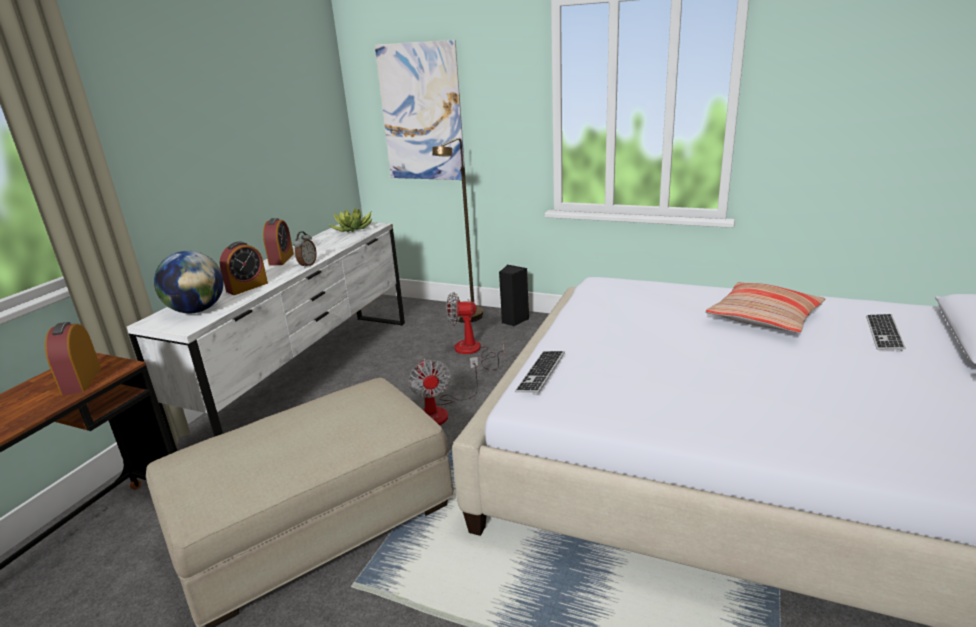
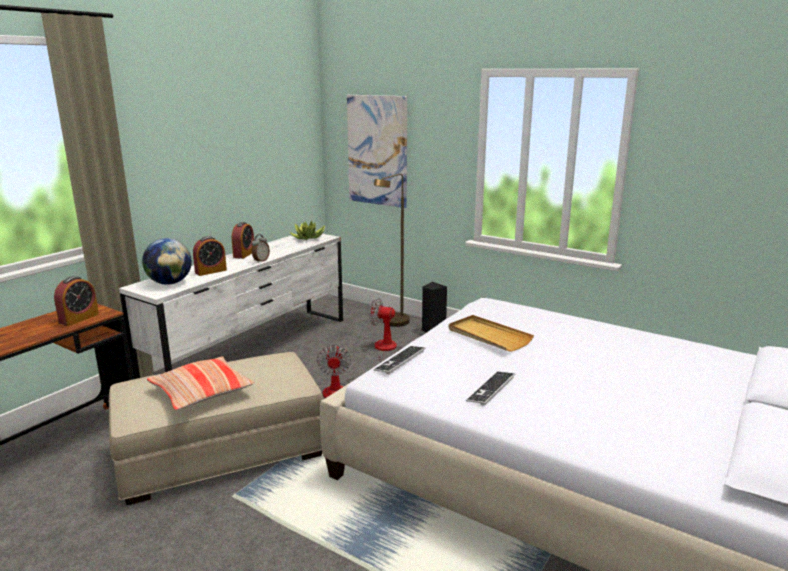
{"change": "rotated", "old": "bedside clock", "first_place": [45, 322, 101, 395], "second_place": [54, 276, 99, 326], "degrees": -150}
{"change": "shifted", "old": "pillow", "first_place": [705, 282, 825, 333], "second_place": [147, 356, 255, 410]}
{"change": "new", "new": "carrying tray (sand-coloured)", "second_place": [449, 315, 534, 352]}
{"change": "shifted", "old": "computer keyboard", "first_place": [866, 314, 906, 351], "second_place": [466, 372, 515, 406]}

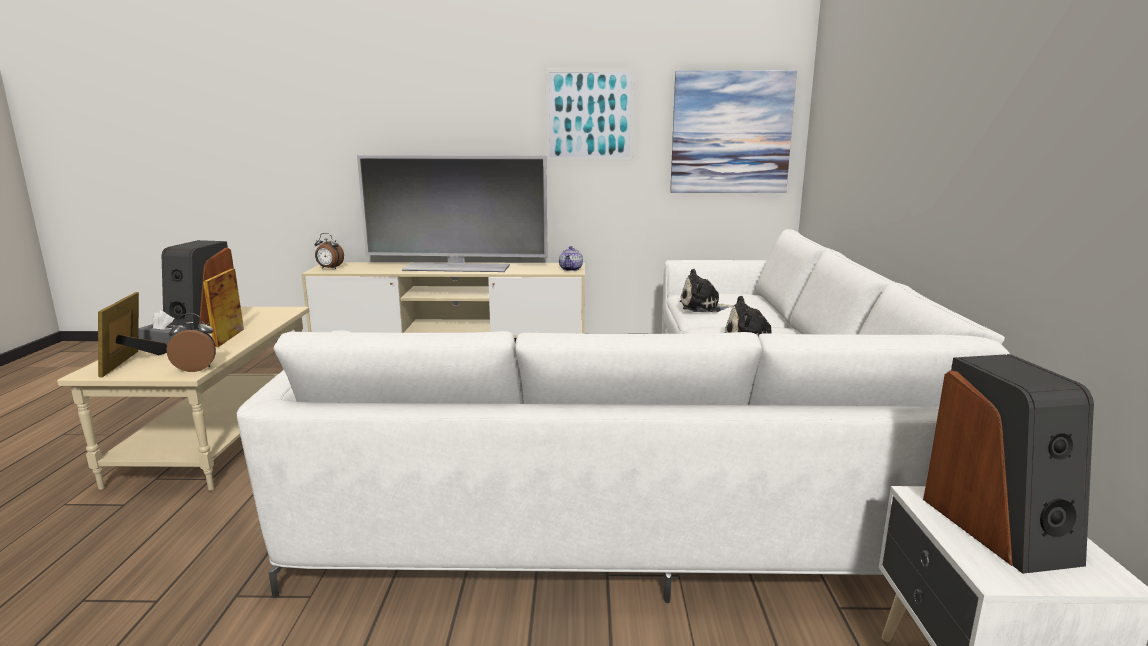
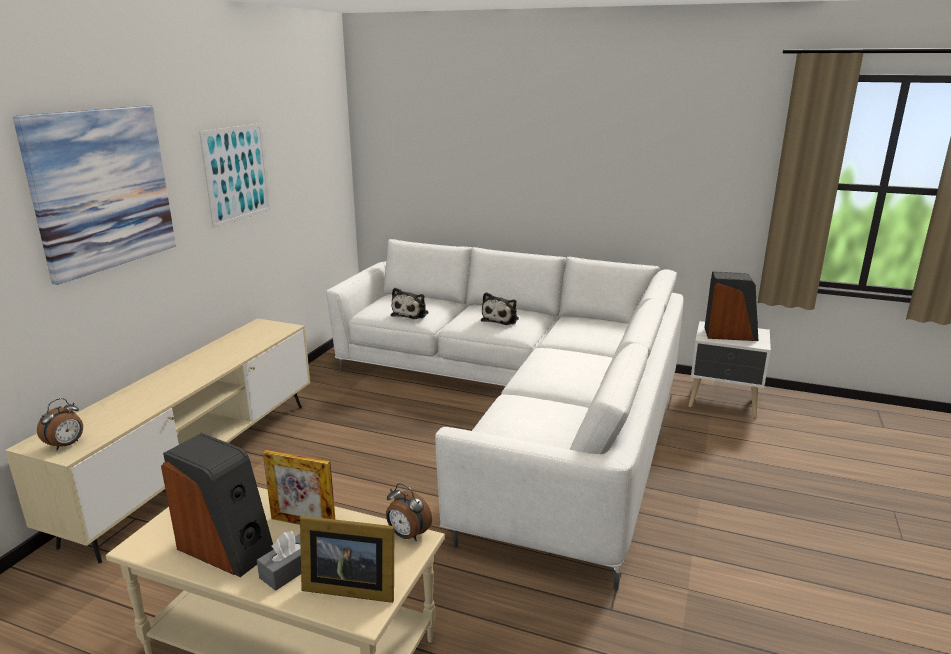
{"change": "shifted", "old": "picture", "first_place": [670, 70, 797, 193], "second_place": [13, 106, 176, 285]}
{"change": "rotated", "old": "bedside clock", "first_place": [167, 313, 216, 372], "second_place": [386, 483, 432, 541], "degrees": -60}
{"change": "gone", "old": "TV", "first_place": [357, 155, 548, 272]}
{"change": "gone", "old": "pot for tea", "first_place": [559, 246, 583, 271]}

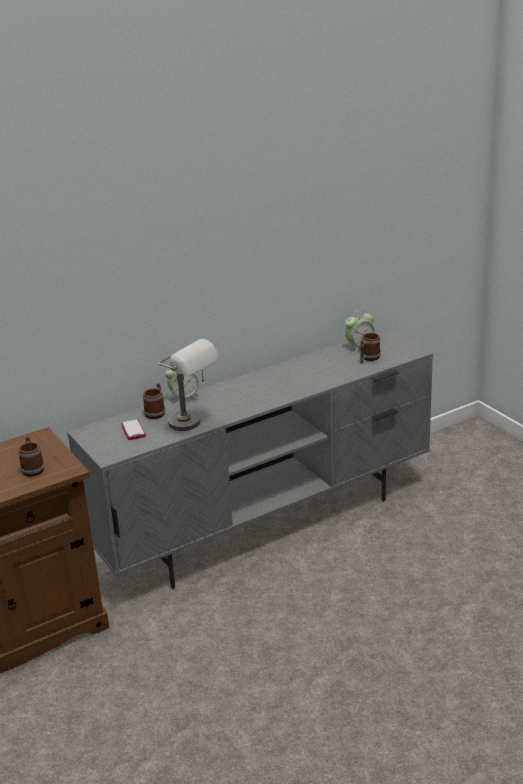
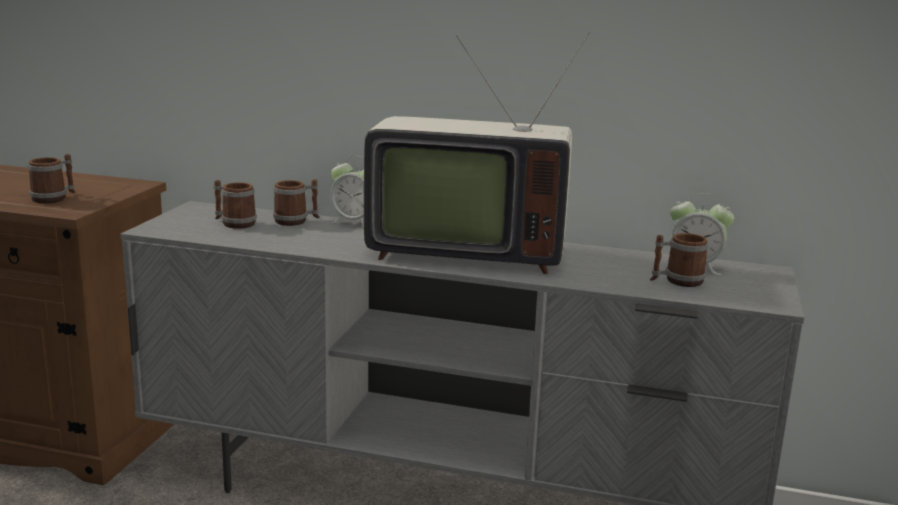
{"change": "swapped", "old": "telephone", "new": "mug", "first_place": [121, 419, 146, 440], "second_place": [214, 180, 257, 229]}
{"change": "new", "new": "TV", "second_place": [364, 32, 590, 274]}
{"change": "gone", "old": "lamp for a table (grey)", "first_place": [158, 339, 219, 431]}

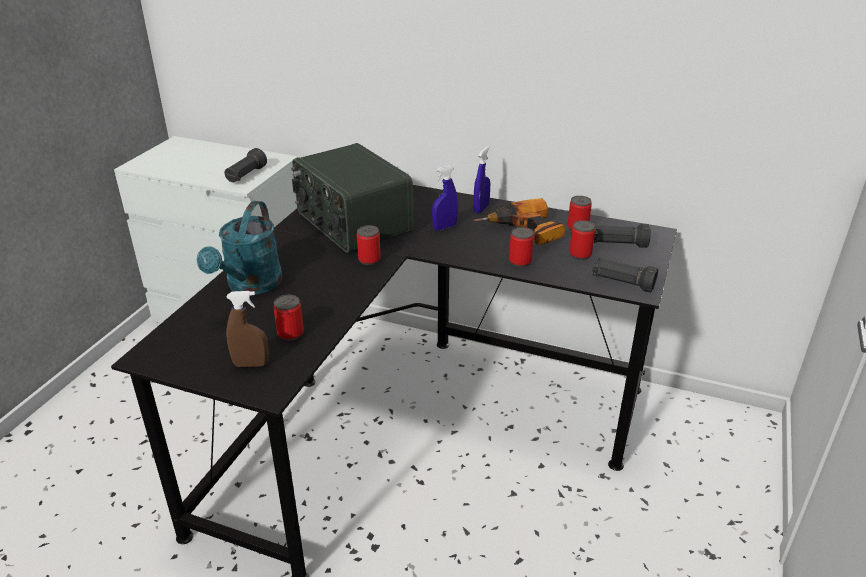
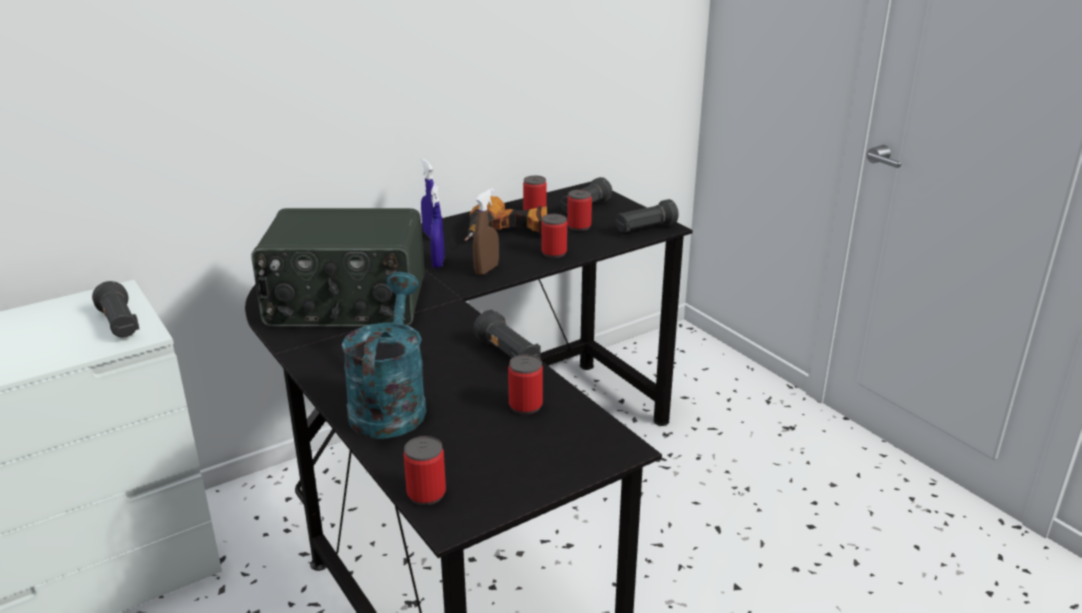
{"change": "rotated", "old": "watering pot (turquoise-coloured)", "first_place": [197, 201, 282, 295], "second_place": [342, 272, 426, 439], "degrees": -135}
{"change": "shifted", "old": "metal can", "first_place": [356, 225, 381, 265], "second_place": [404, 436, 446, 505]}
{"change": "shifted", "old": "spray bottle (brown-coloured)", "first_place": [226, 291, 269, 367], "second_place": [473, 188, 499, 275]}
{"change": "new", "new": "hand torch (black)", "second_place": [473, 310, 540, 358]}

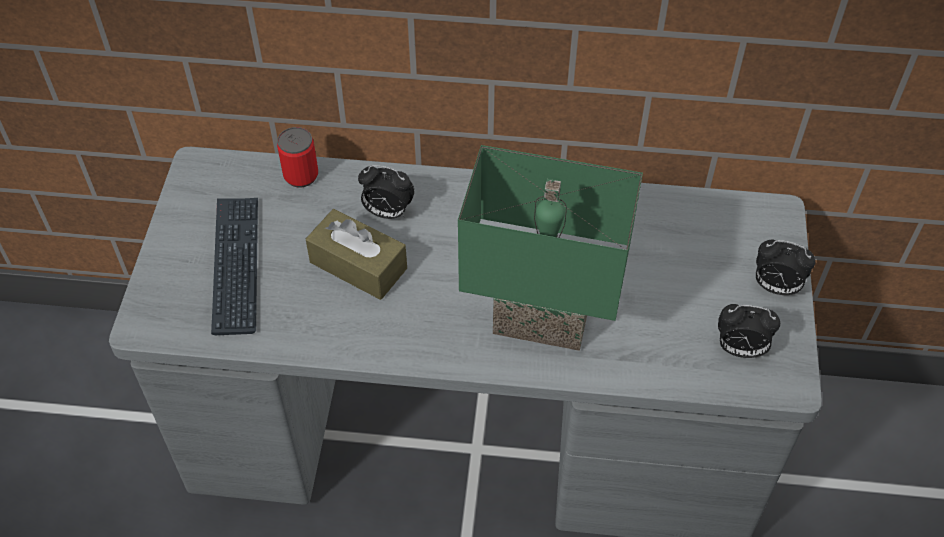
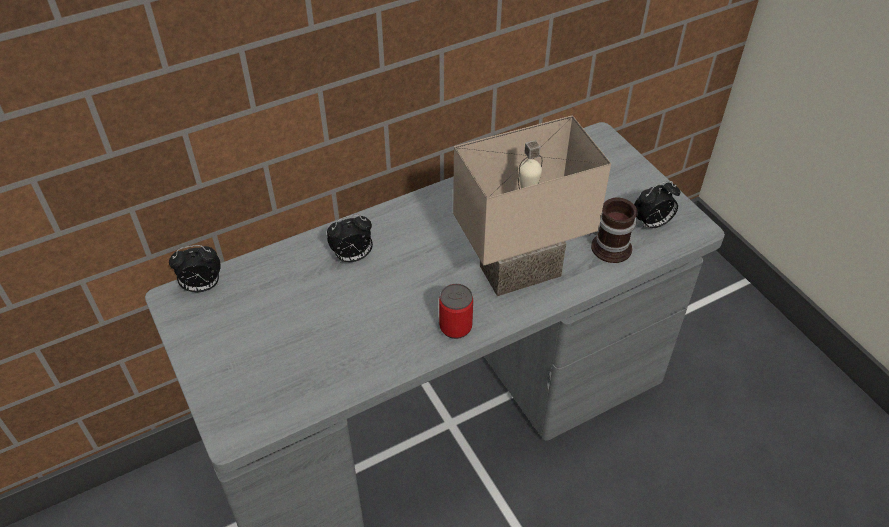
{"change": "shifted", "old": "bedside clock", "first_place": [756, 240, 815, 295], "second_place": [169, 245, 221, 292]}
{"change": "shifted", "old": "metal can", "first_place": [277, 127, 318, 187], "second_place": [439, 284, 473, 339]}
{"change": "repainted", "old": "lamp for a table (greenish)", "new": "lamp for a table (sand-coloured)", "first_place": [458, 145, 643, 351], "second_place": [453, 115, 611, 296]}
{"change": "new", "new": "mug", "second_place": [587, 197, 638, 263]}
{"change": "gone", "old": "computer keyboard", "first_place": [211, 198, 258, 335]}
{"change": "gone", "old": "tissue holder (brown-coloured)", "first_place": [306, 209, 407, 300]}

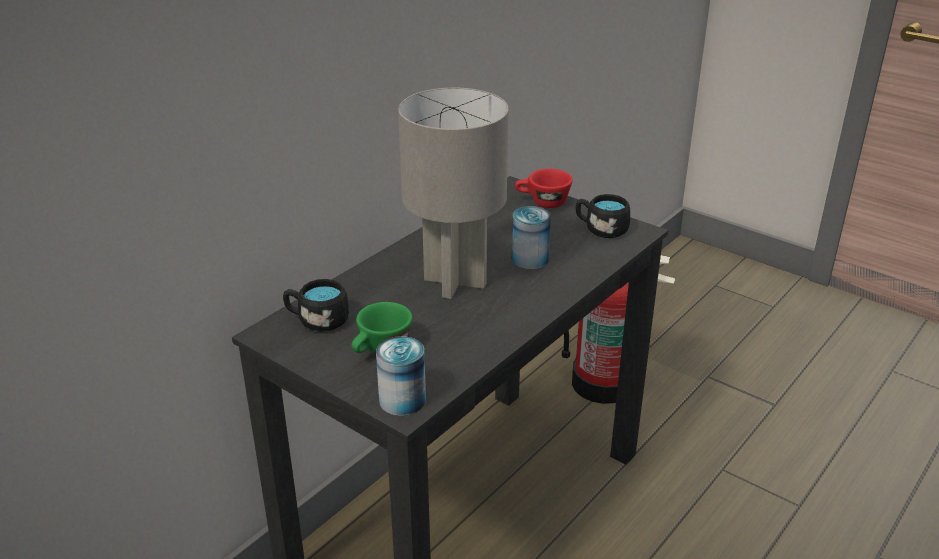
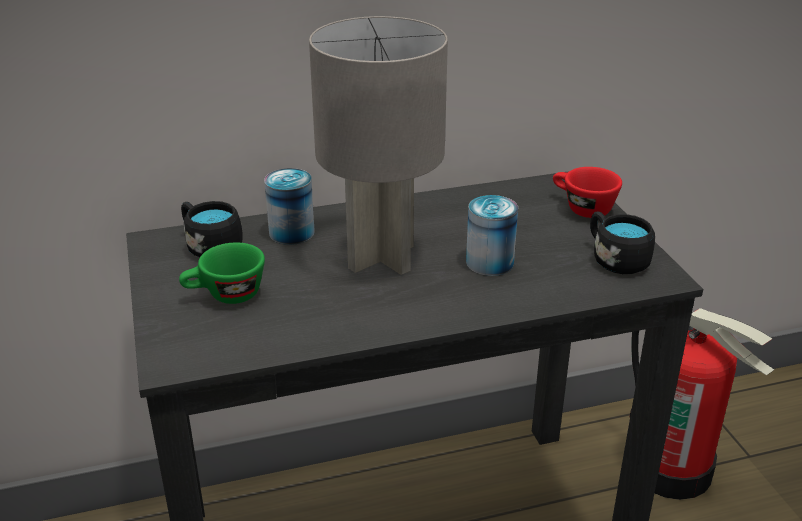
{"change": "shifted", "old": "metal can", "first_place": [376, 336, 426, 416], "second_place": [264, 168, 315, 245]}

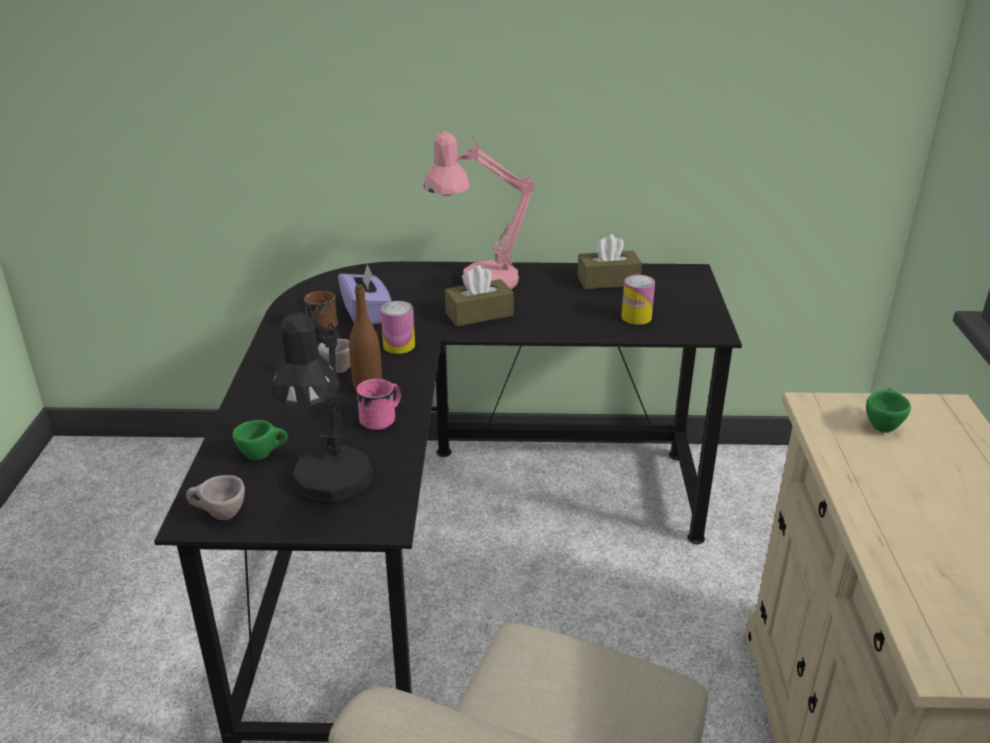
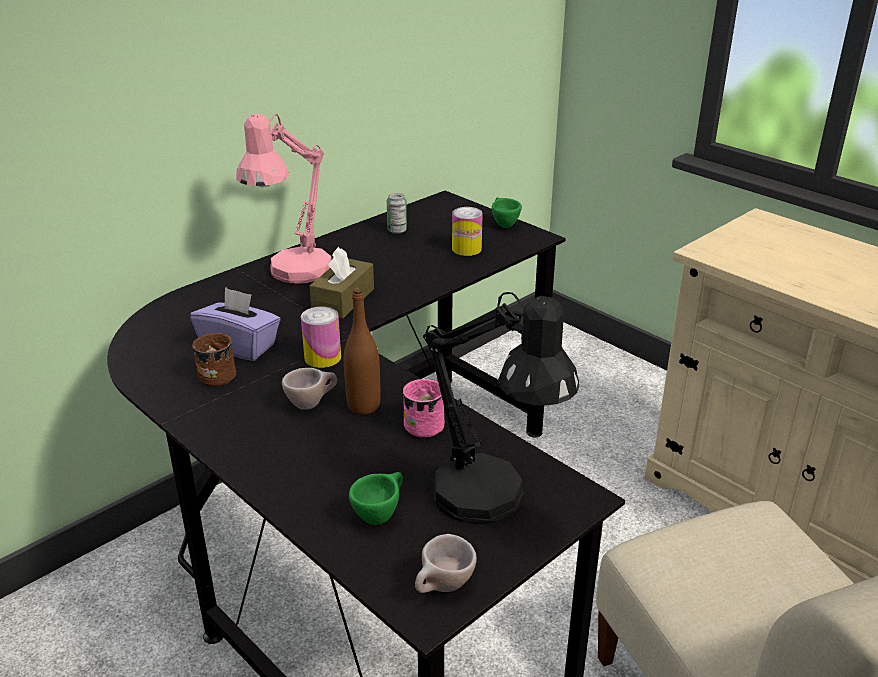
{"change": "swapped", "old": "tissue holder (brown-coloured)", "new": "metal can", "first_place": [577, 234, 642, 289], "second_place": [387, 193, 407, 234]}
{"change": "shifted", "old": "cup (greenish)", "first_place": [866, 388, 911, 432], "second_place": [492, 197, 522, 228]}

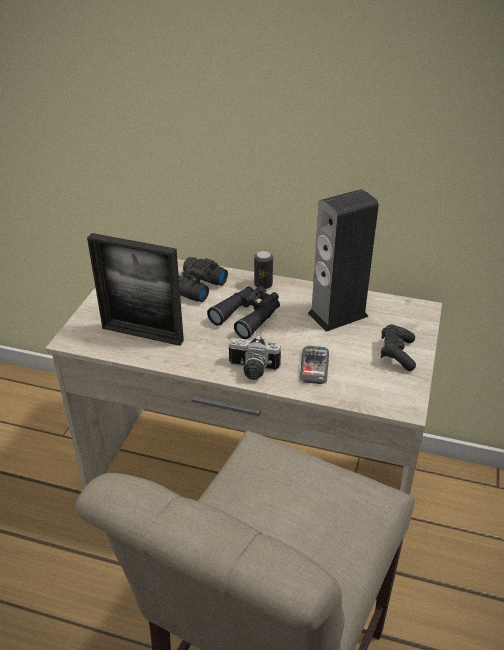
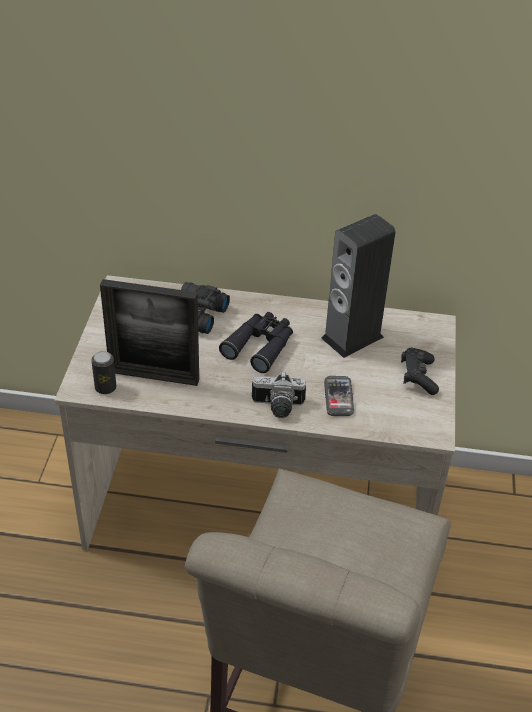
{"change": "shifted", "old": "metal can", "first_place": [254, 250, 273, 289], "second_place": [91, 351, 116, 394]}

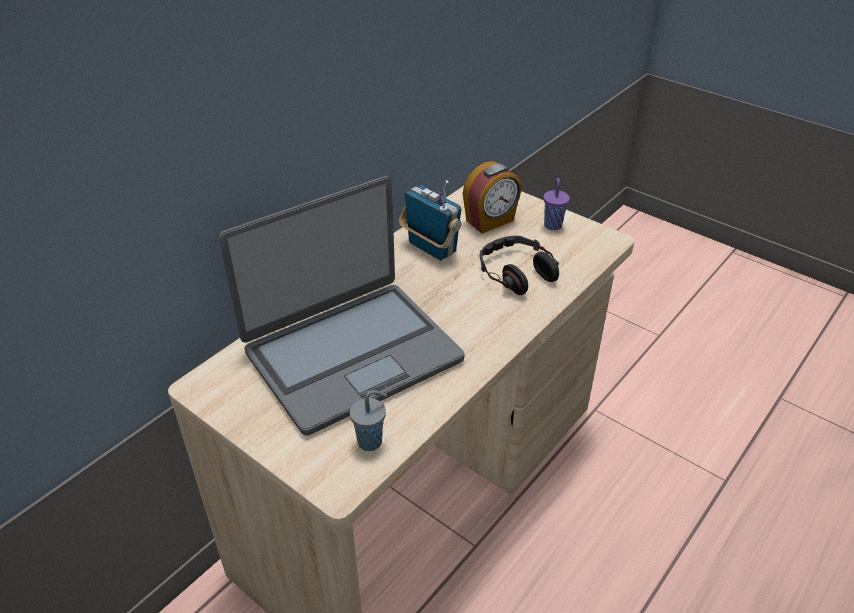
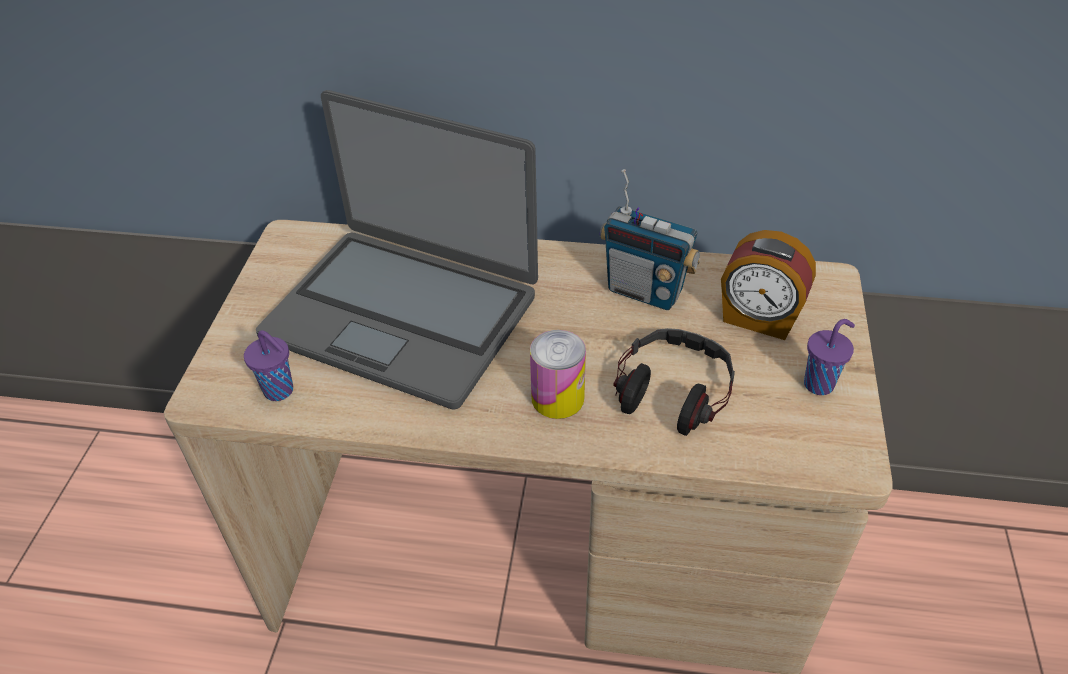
{"change": "repainted", "old": "cup (grey)", "new": "cup (purple)", "first_place": [350, 390, 387, 451], "second_place": [244, 330, 293, 401]}
{"change": "new", "new": "metal can", "second_place": [530, 330, 586, 419]}
{"change": "rotated", "old": "radio", "first_place": [399, 180, 462, 261], "second_place": [600, 169, 700, 310], "degrees": 105}

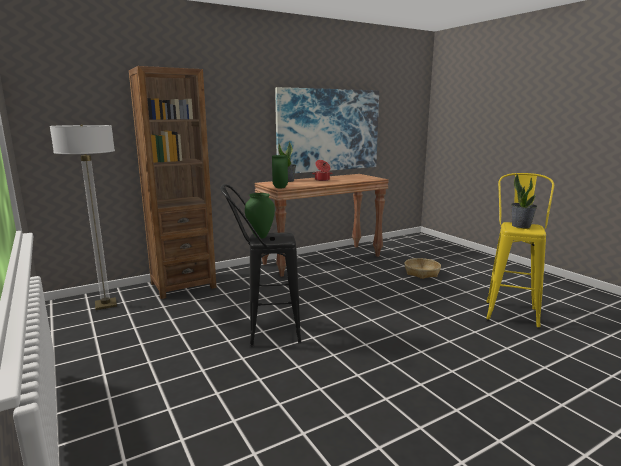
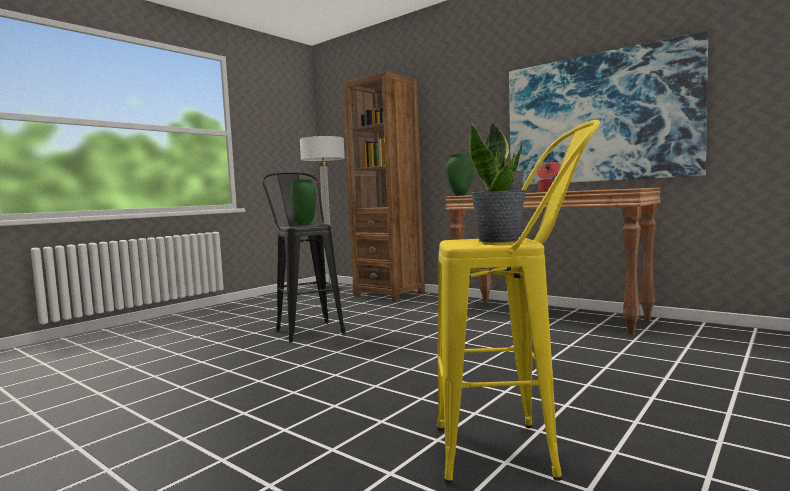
{"change": "gone", "old": "storage basket", "first_place": [404, 258, 441, 279]}

